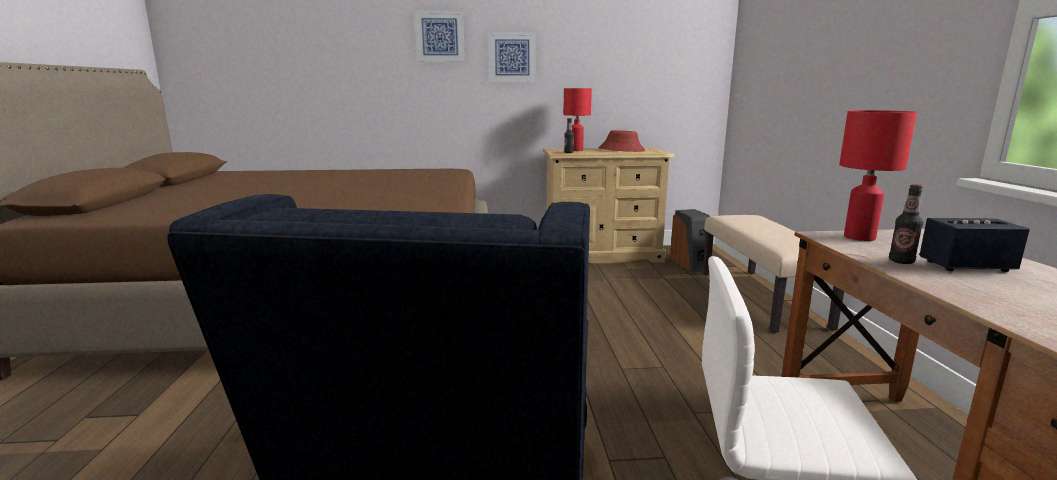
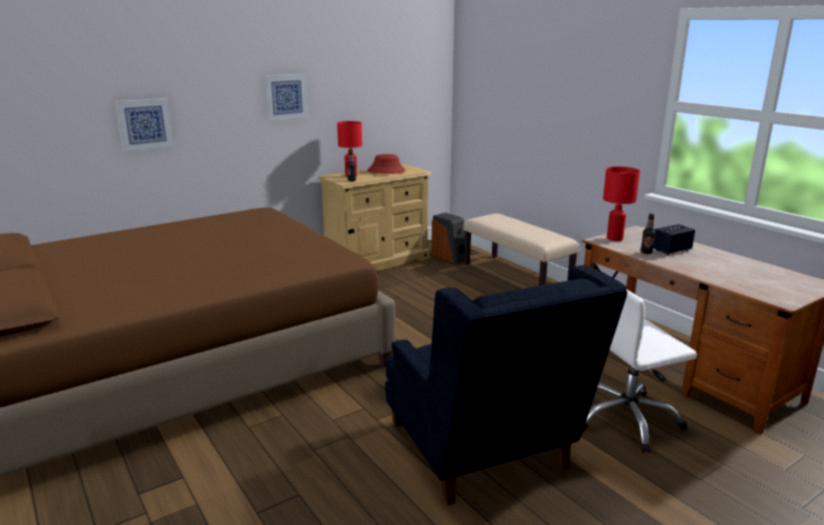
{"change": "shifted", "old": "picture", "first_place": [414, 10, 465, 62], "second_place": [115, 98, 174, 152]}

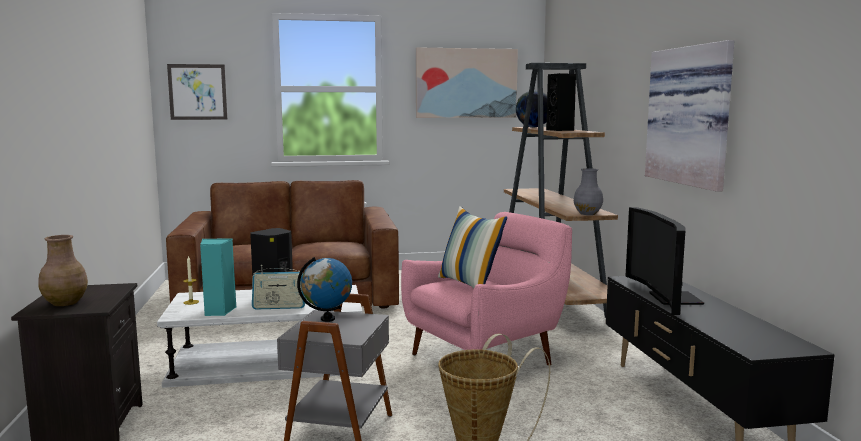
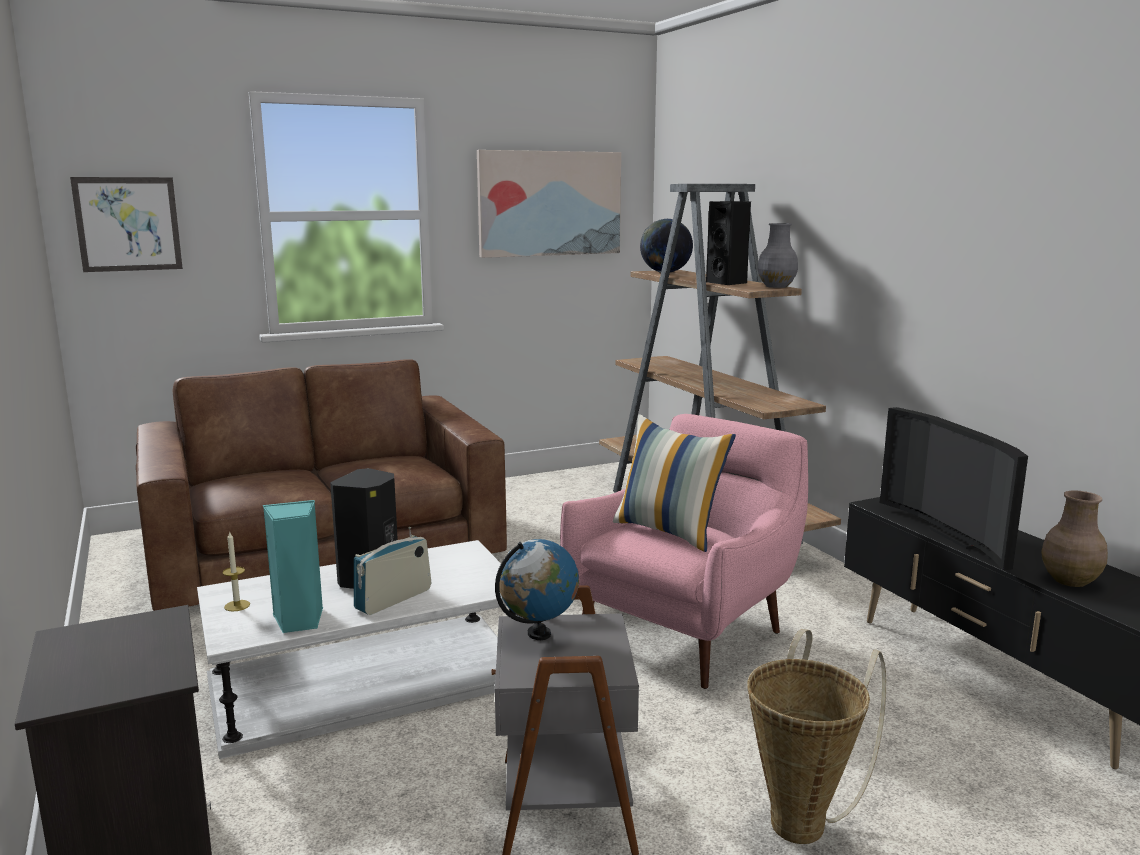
{"change": "rotated", "old": "radio", "first_place": [252, 265, 306, 309], "second_place": [354, 527, 431, 615], "degrees": 150}
{"change": "shifted", "old": "vase (grey)", "first_place": [574, 168, 603, 215], "second_place": [758, 223, 798, 288]}
{"change": "shifted", "old": "vase (brown-coloured)", "first_place": [38, 235, 88, 306], "second_place": [1041, 491, 1108, 587]}
{"change": "gone", "old": "picture", "first_place": [645, 40, 734, 192]}

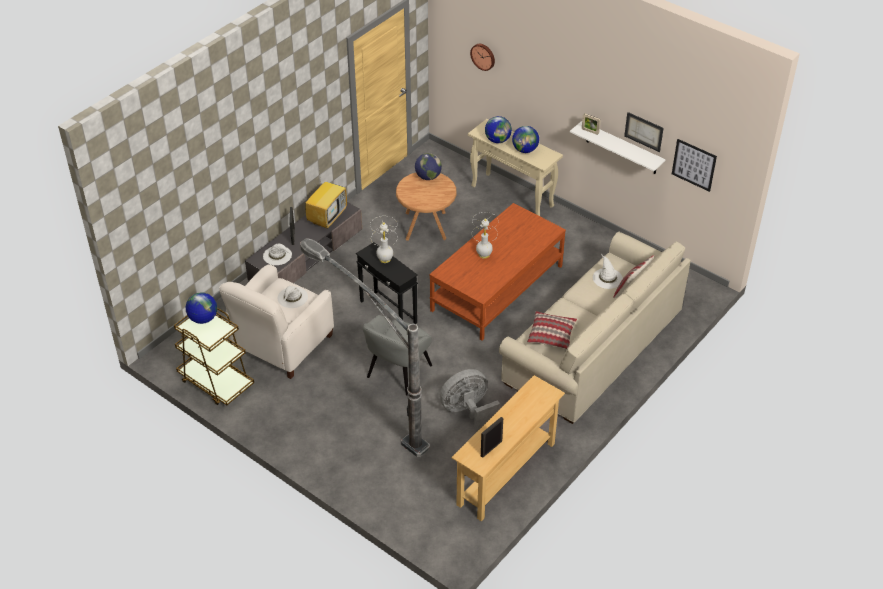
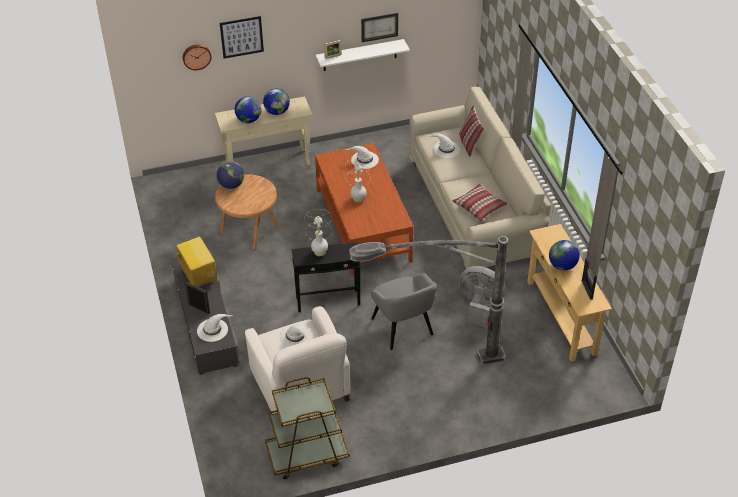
{"change": "shifted", "old": "picture", "first_place": [672, 139, 717, 192], "second_place": [220, 16, 264, 59]}
{"change": "new", "new": "clothing hat (white)", "second_place": [347, 146, 379, 169]}
{"change": "rotated", "old": "electric fan (grey)", "first_place": [439, 369, 500, 430], "second_place": [459, 266, 506, 328], "degrees": 105}
{"change": "shifted", "old": "desk globe", "first_place": [186, 292, 217, 324], "second_place": [549, 240, 580, 270]}

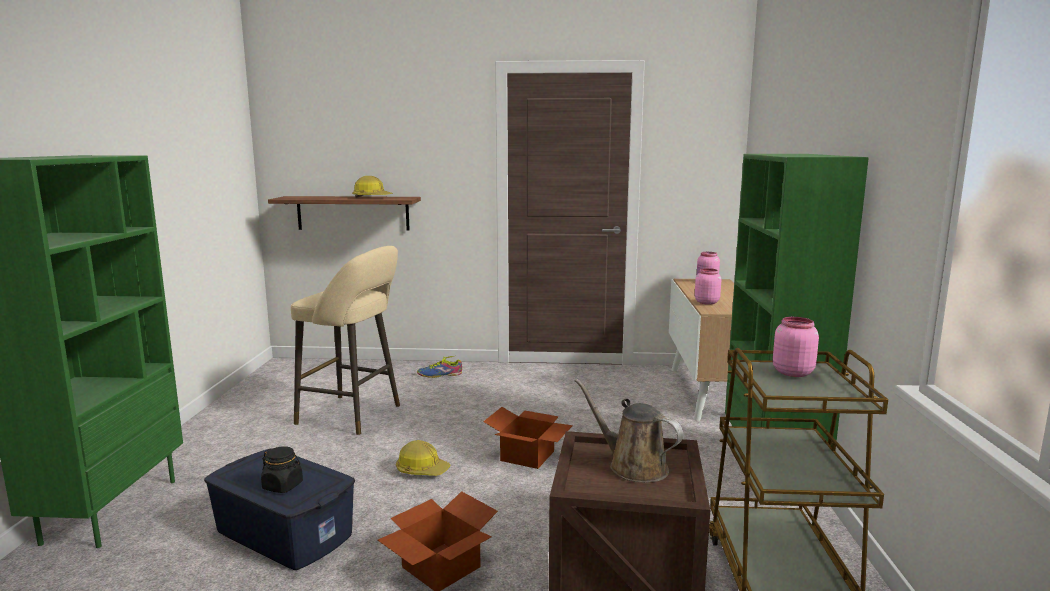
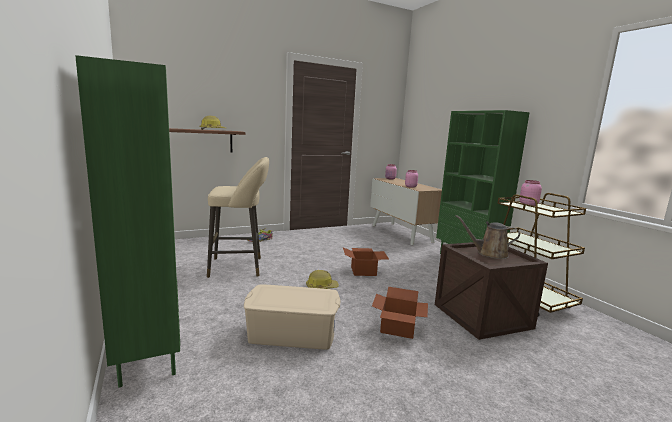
{"change": "repainted", "old": "storage container (bluish)", "new": "storage container (sand-coloured)", "first_place": [204, 449, 355, 570], "second_place": [244, 284, 341, 350]}
{"change": "gone", "old": "jar (black)", "first_place": [261, 446, 303, 493]}

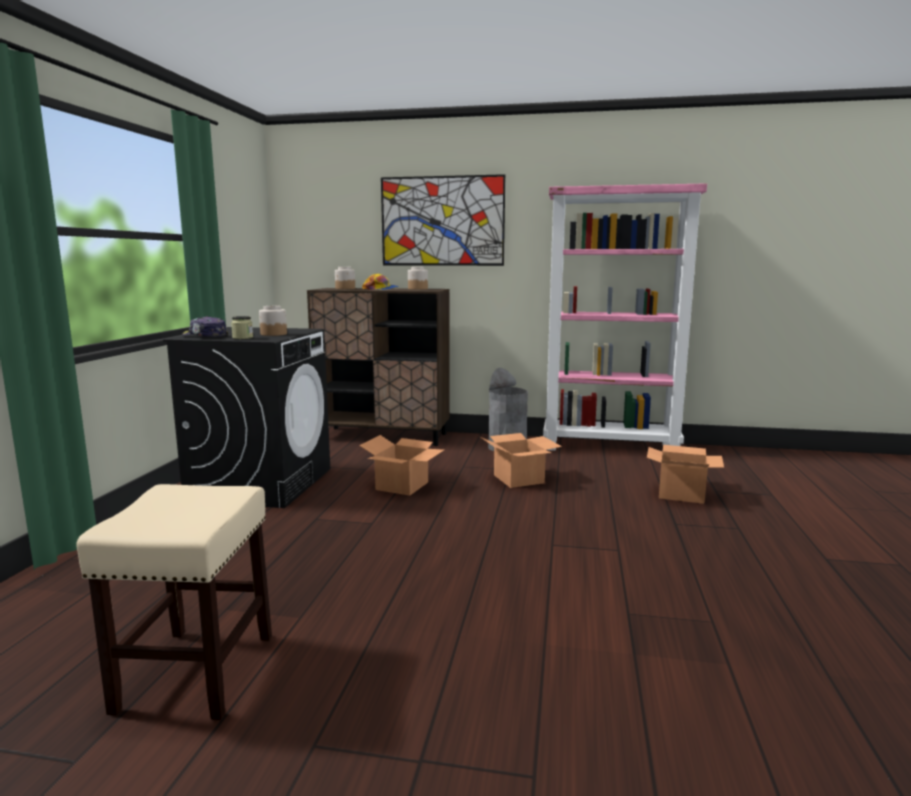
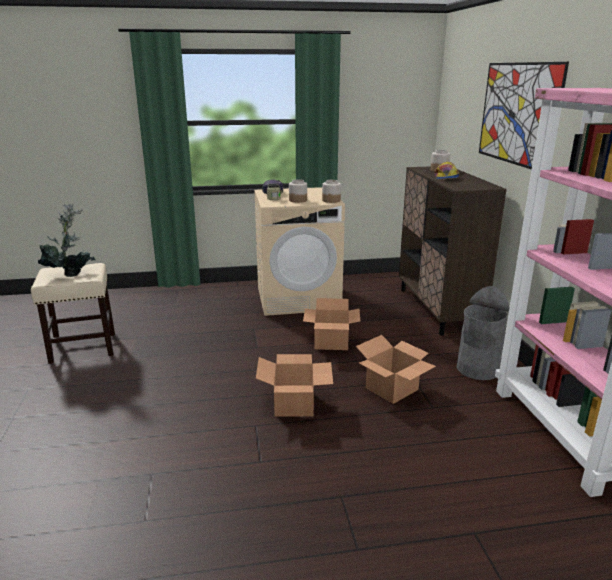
{"change": "new", "new": "houseplant", "second_place": [38, 204, 95, 277]}
{"change": "repainted", "old": "laundry machine (black)", "new": "laundry machine (sand-coloured)", "first_place": [163, 327, 330, 508], "second_place": [254, 187, 345, 316]}
{"change": "shifted", "old": "carton", "first_place": [647, 445, 724, 504], "second_place": [256, 354, 333, 417]}
{"change": "shifted", "old": "jar", "first_place": [408, 267, 428, 290], "second_place": [322, 180, 341, 203]}

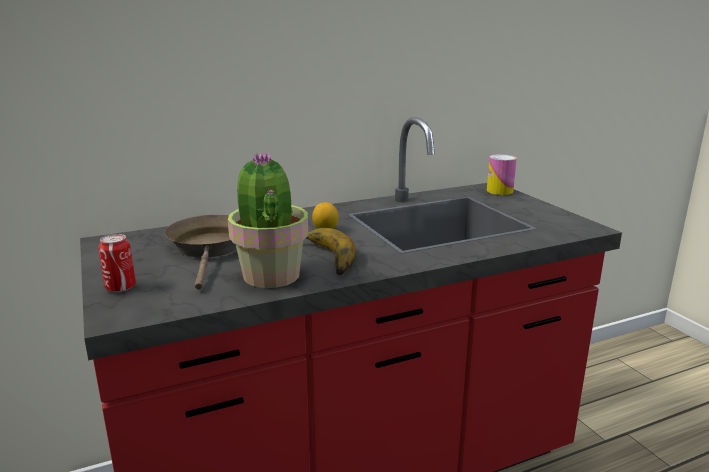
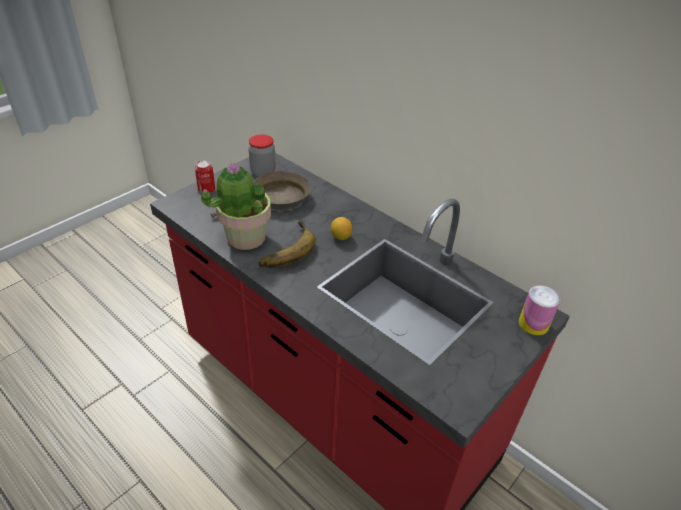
{"change": "new", "new": "jar", "second_place": [248, 134, 276, 177]}

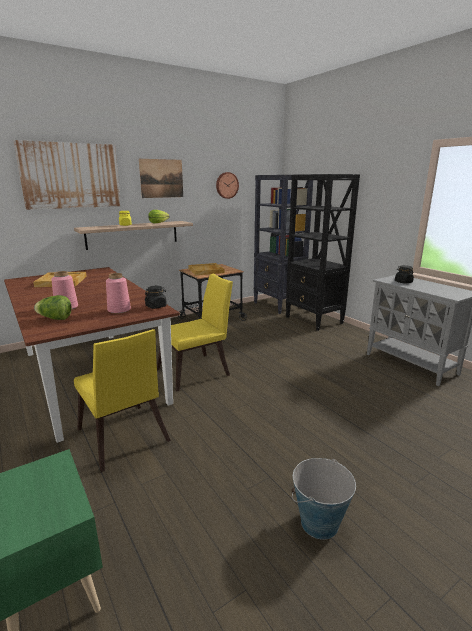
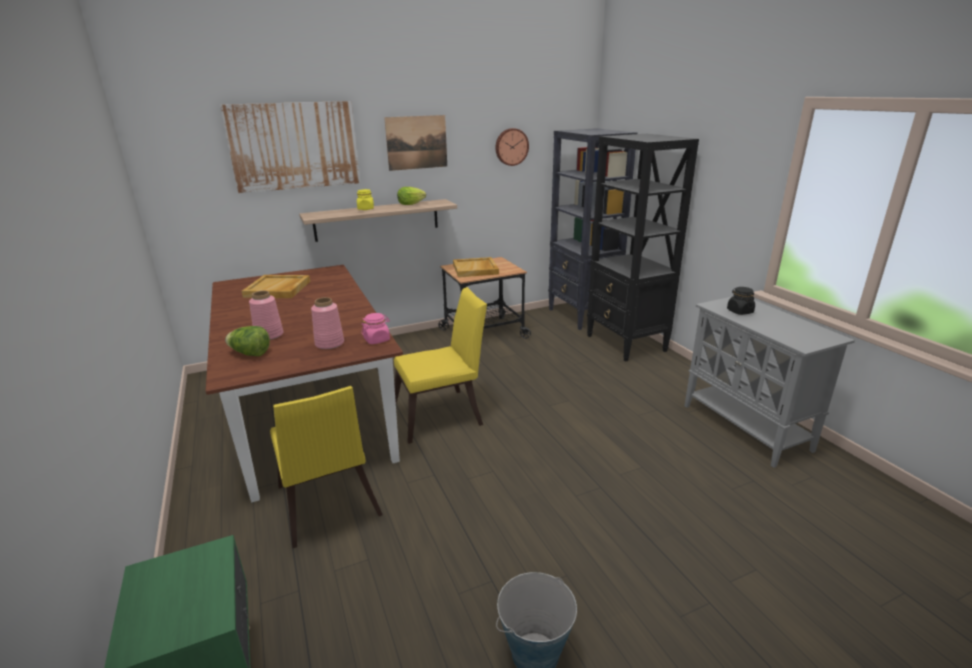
{"change": "repainted", "old": "jar (black)", "new": "jar (pink)", "first_place": [145, 286, 167, 309], "second_place": [361, 313, 390, 344]}

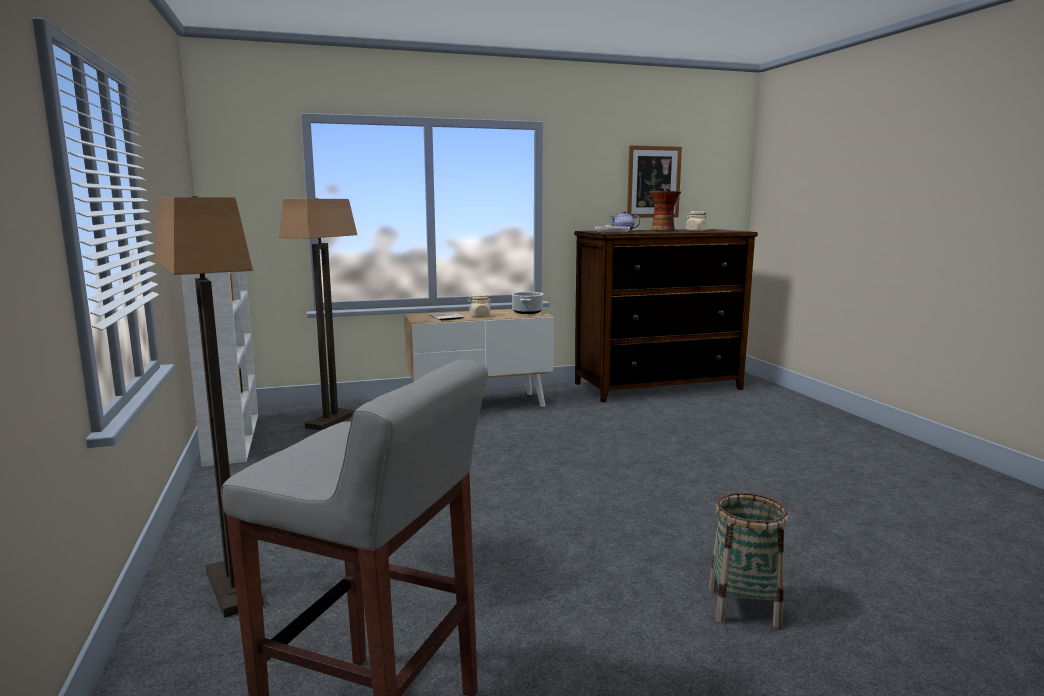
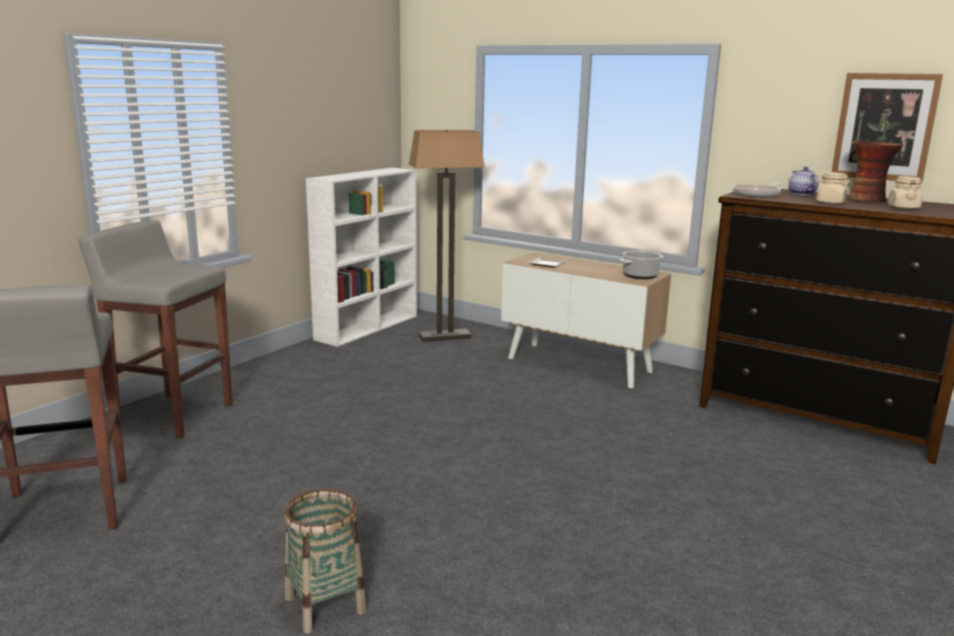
{"change": "swapped", "old": "floor lamp", "new": "sitting stool (grey)", "first_place": [156, 196, 264, 618], "second_place": [78, 220, 232, 439]}
{"change": "shifted", "old": "jar (sand-coloured)", "first_place": [468, 294, 492, 317], "second_place": [815, 172, 850, 204]}

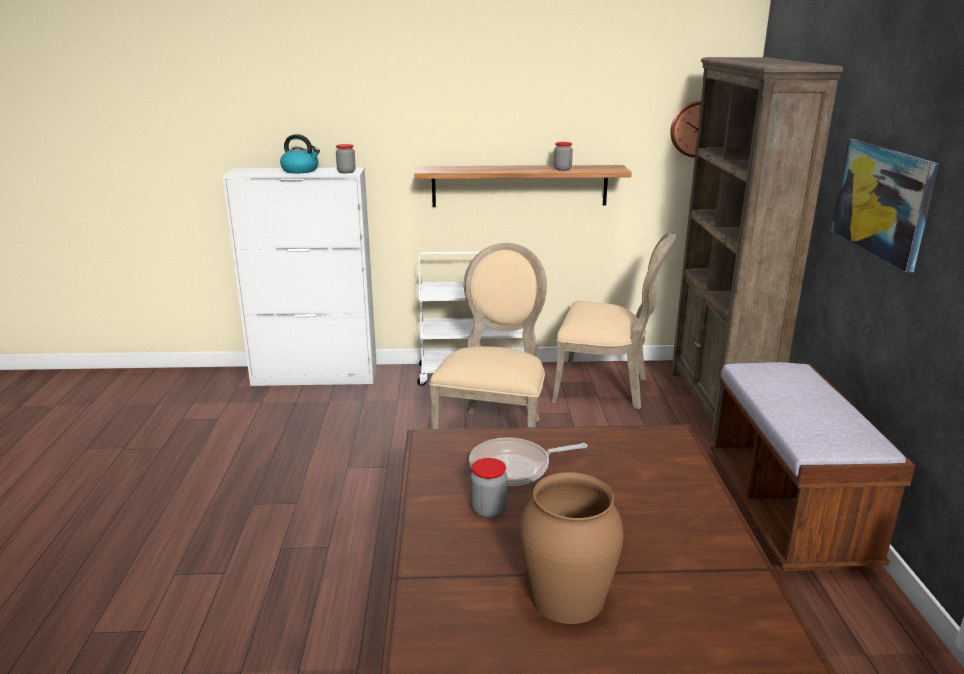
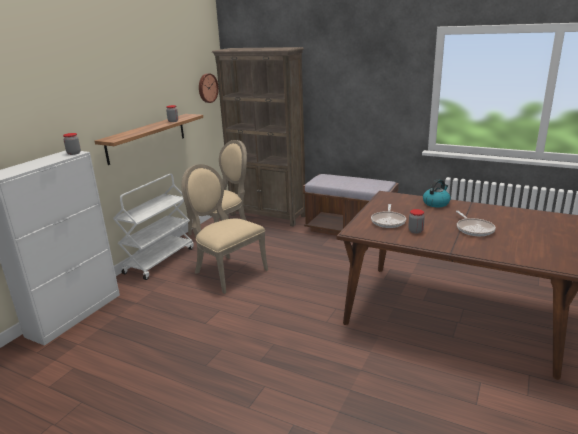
{"change": "shifted", "old": "water kettle", "first_place": [280, 134, 320, 173], "second_place": [423, 179, 451, 207]}
{"change": "swapped", "old": "vase (brown-coloured)", "new": "frying pan", "first_place": [519, 472, 624, 624], "second_place": [456, 211, 496, 236]}
{"change": "gone", "old": "picture", "first_place": [831, 139, 939, 272]}

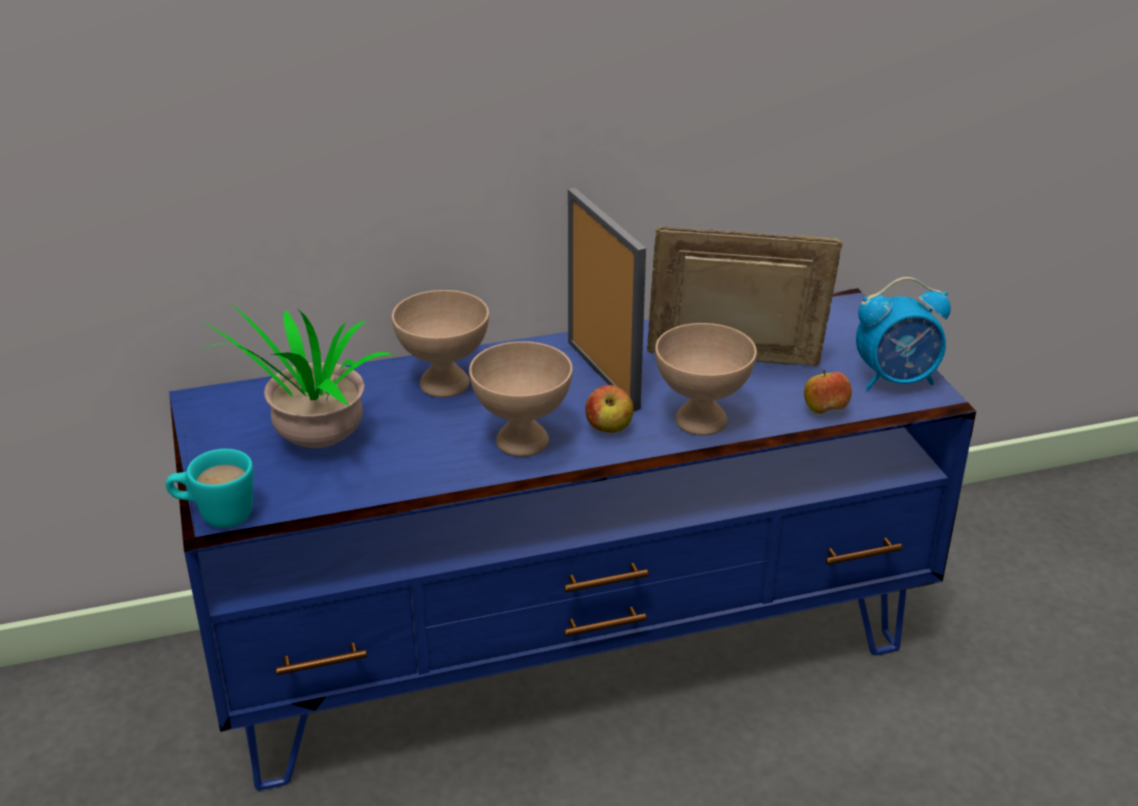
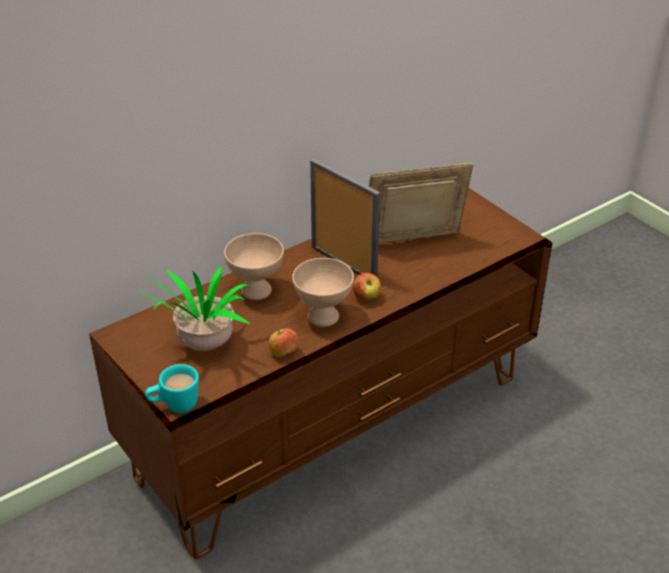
{"change": "repainted", "old": "tv unit (bluish)", "new": "tv unit (brown-coloured)", "first_place": [169, 288, 976, 791], "second_place": [89, 188, 552, 559]}
{"change": "shifted", "old": "apple", "first_place": [804, 370, 852, 414], "second_place": [268, 328, 298, 357]}
{"change": "gone", "old": "bowl (sand-coloured)", "first_place": [655, 323, 757, 436]}
{"change": "gone", "old": "bedside clock", "first_place": [856, 277, 951, 390]}

